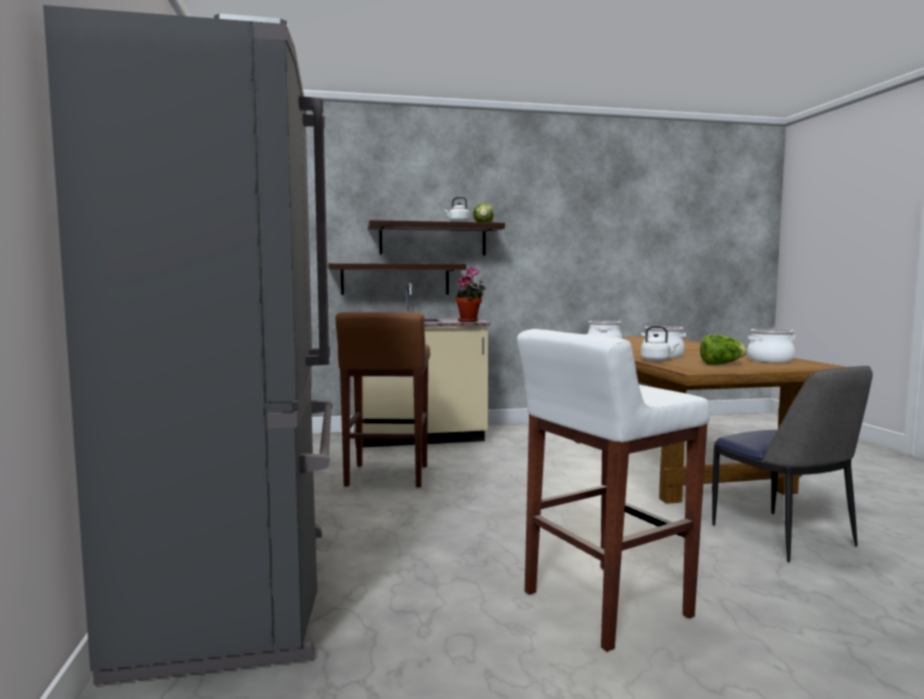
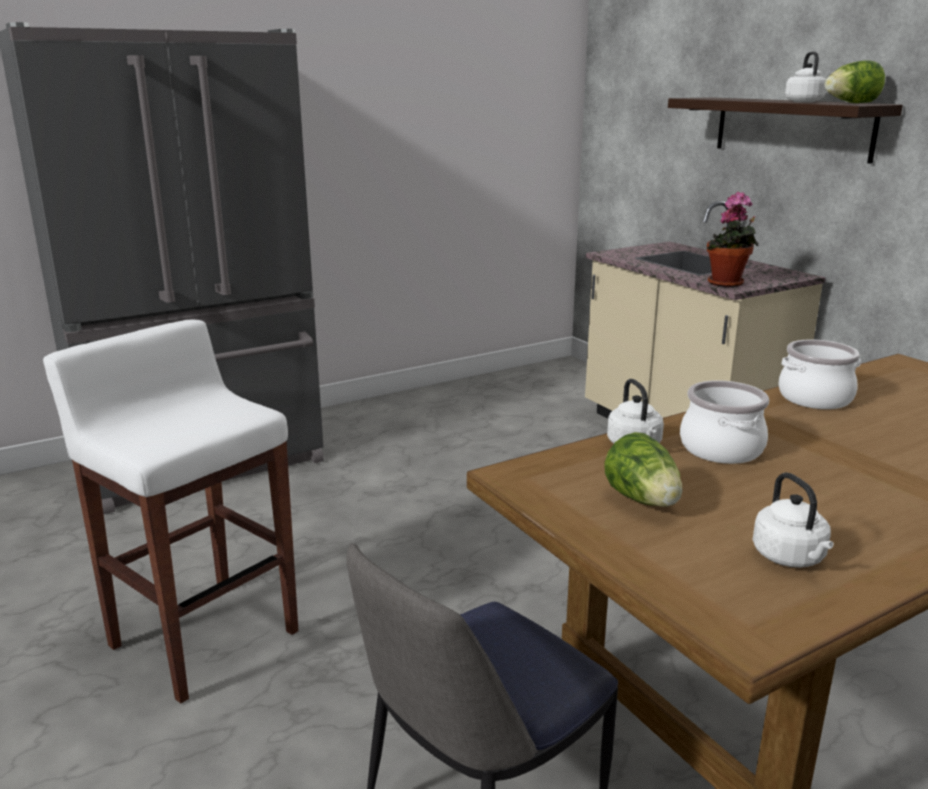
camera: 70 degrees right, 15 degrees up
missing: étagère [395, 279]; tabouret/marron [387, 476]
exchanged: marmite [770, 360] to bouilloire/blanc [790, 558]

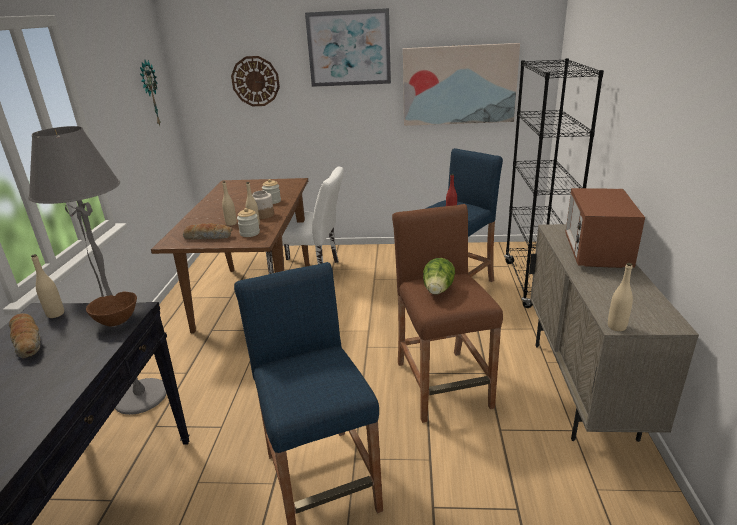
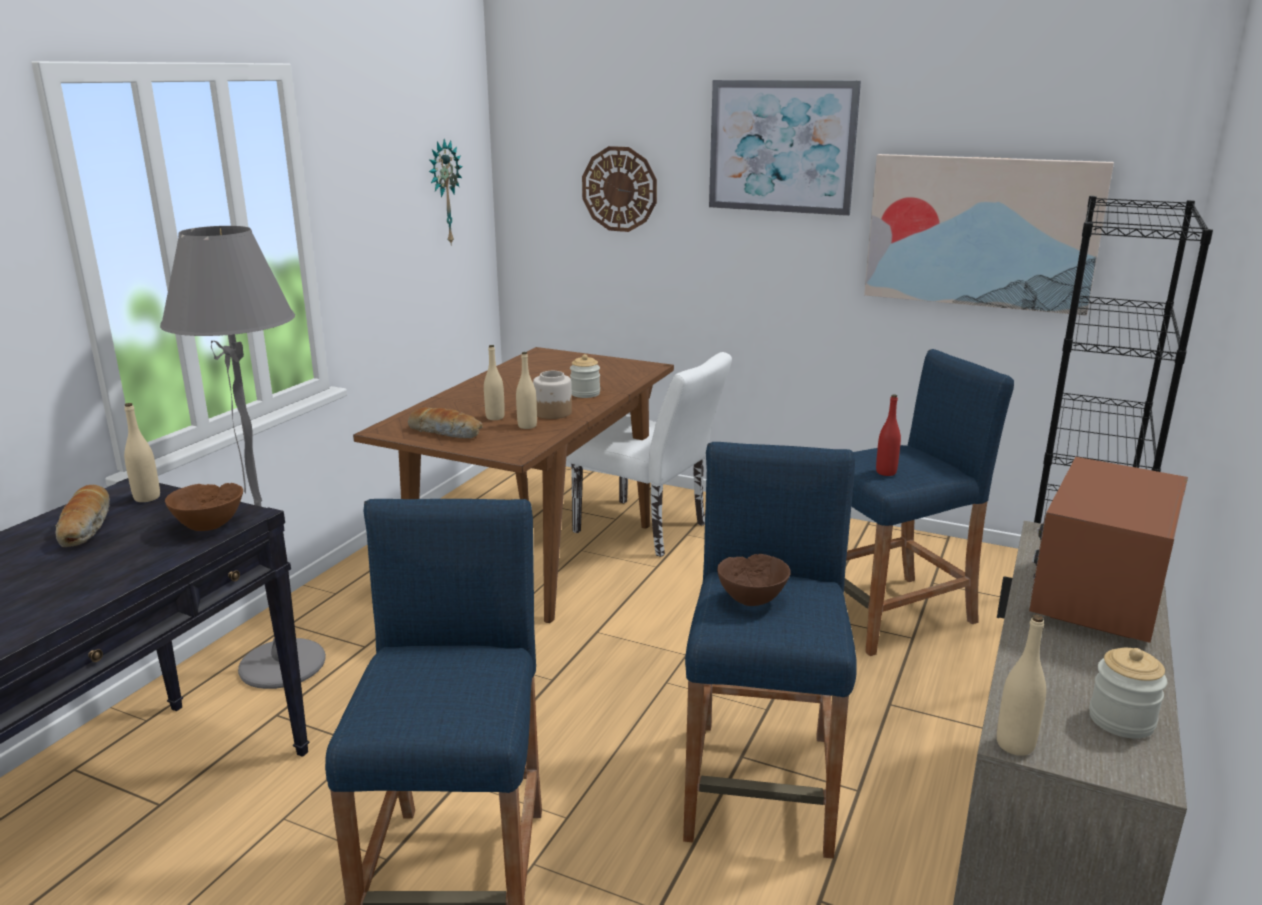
camera: 20 degrees right, 5 degrees down
relocated: bocal [250, 233] to [1121, 720]
exchanged: laitue [438, 291] to bol/marron [752, 600]
colour: tabouret/marron [442, 384] to tabouret/bleu [761, 785]

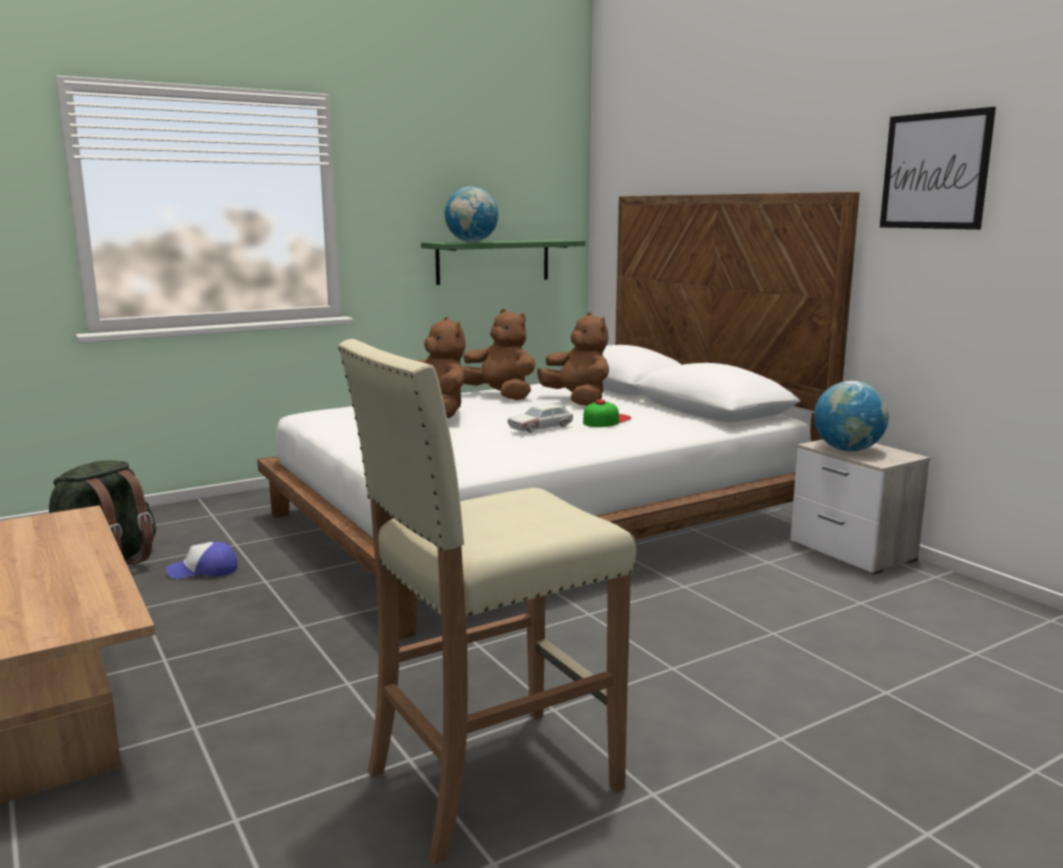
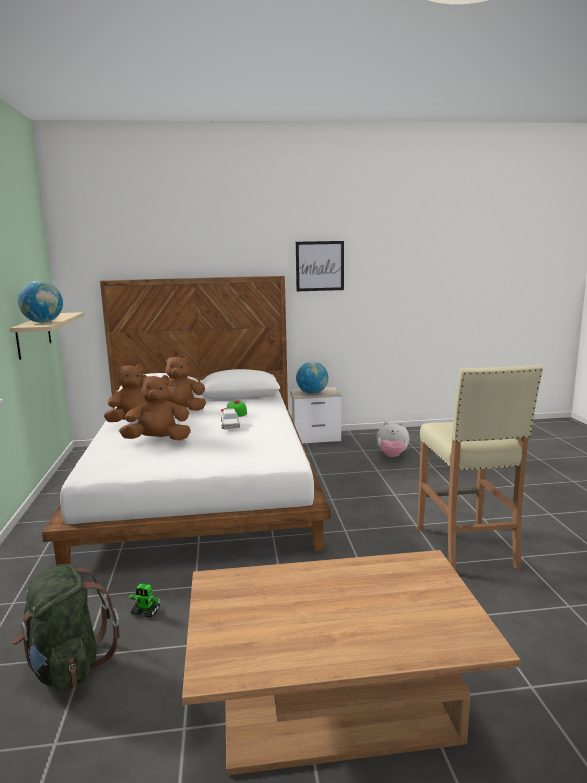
camera: 65 degrees left, 0 degrees up
appeared: peluche [392, 456]
exchanged: casquette [203, 571] to robot jouet [146, 612]
colour: étagère/vert [493, 261] to étagère/beige [34, 335]

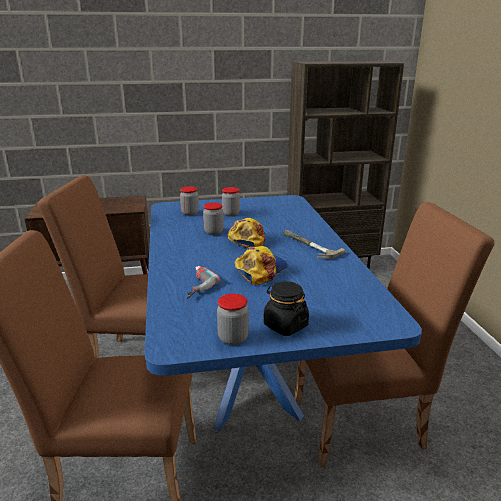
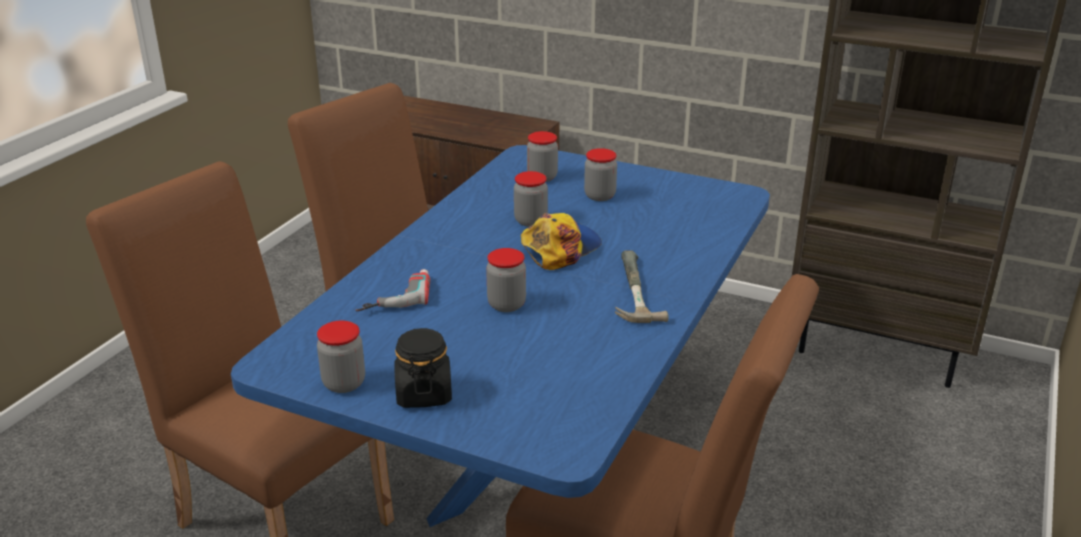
camera: 35 degrees right, 5 degrees up
exchanged: casquette [260, 270] to bocal [506, 304]

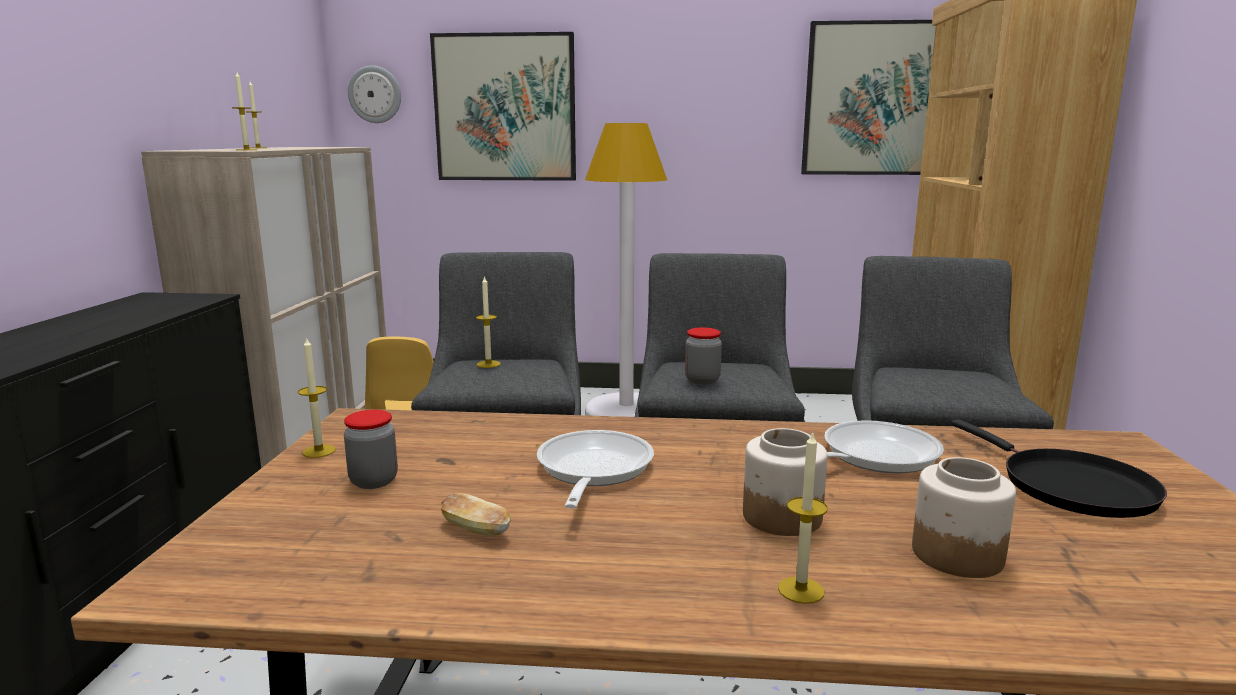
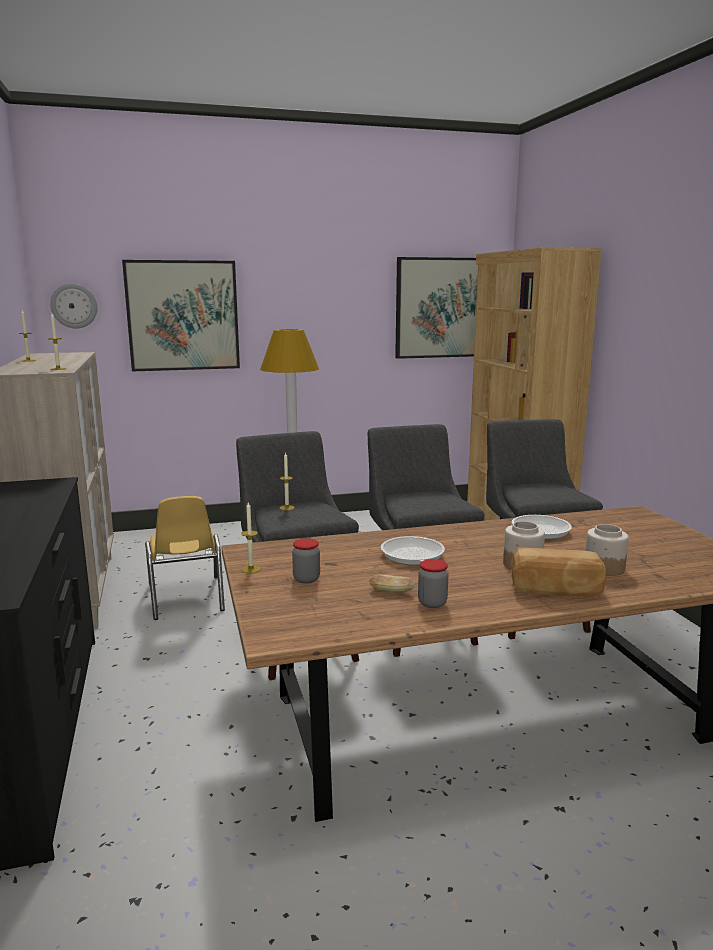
camera: 20 degrees left, 0 degrees up
missing: poêle/noir [1069, 486]
relocated: bocal [702, 380] to [432, 603]
exchanged: bougie [801, 590] to pain [556, 590]

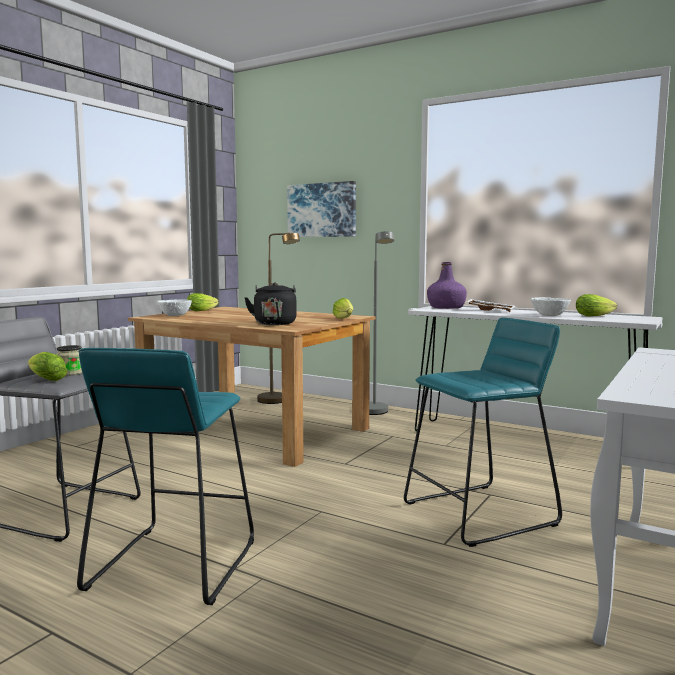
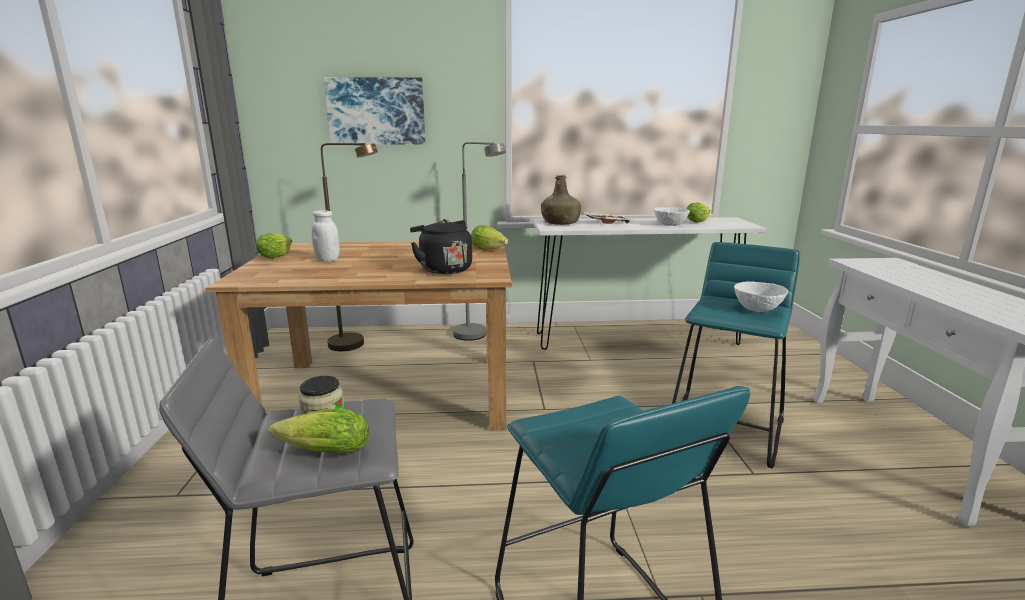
camera: 35 degrees left, 10 degrees up
appeared: bocal/blanc [327, 260]
relocated: bol/blanc [175, 315] to [757, 309]
colour: bouteille/violet [446, 308] to bouteille/vert [560, 223]

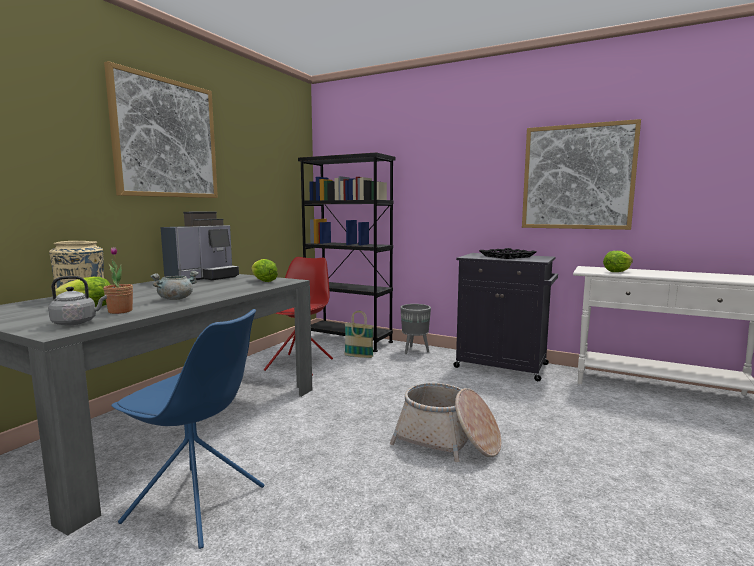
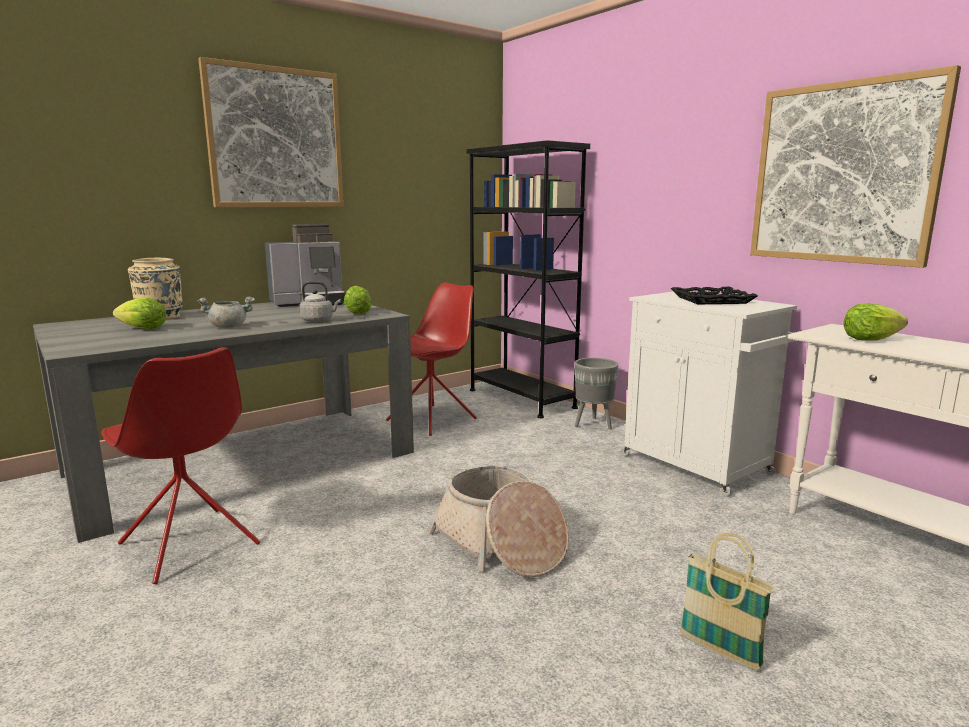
camera: 25 degrees right, 5 degrees up
missing: plante en pot [120, 311]
relocated: bouilloire/gris [77, 322] to [319, 320]; panier [359, 356] to [719, 651]
colour: chaise/bleu [197, 505] to chaise/rouge [190, 545]; meuble de rangement/noir [503, 366] to meuble de rangement/blanc [698, 466]

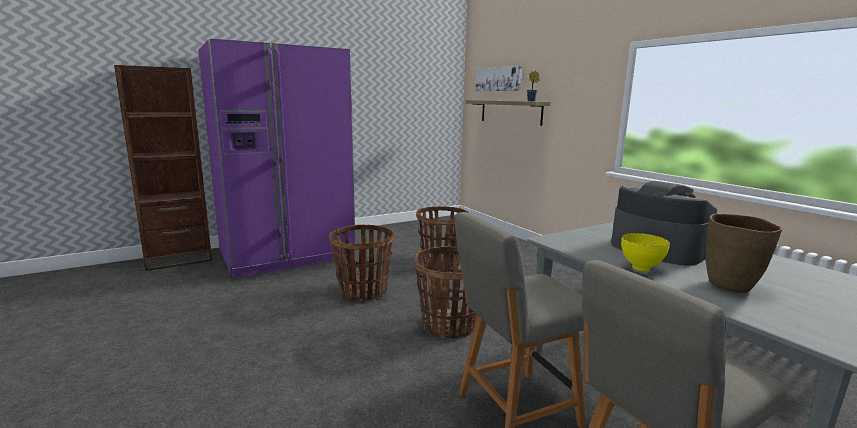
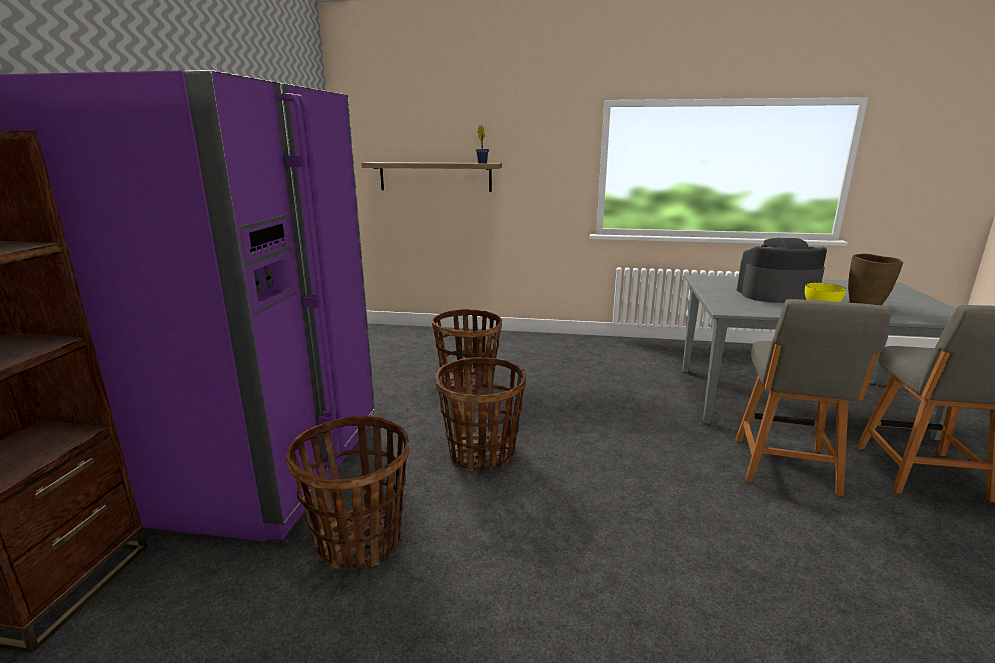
camera: 50 degrees left, 5 degrees up
missing: tableau [498, 79]
relocated: panier [449, 325] to [359, 540]

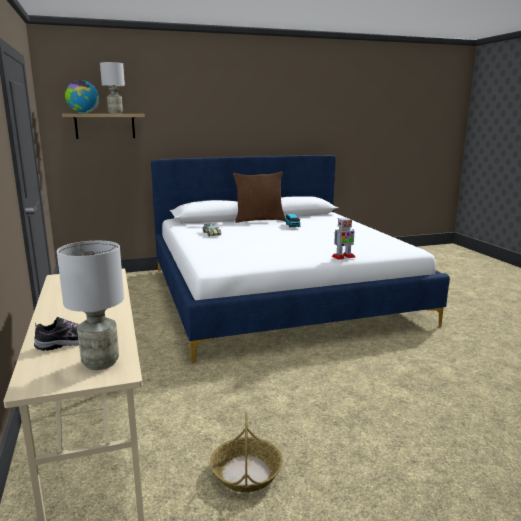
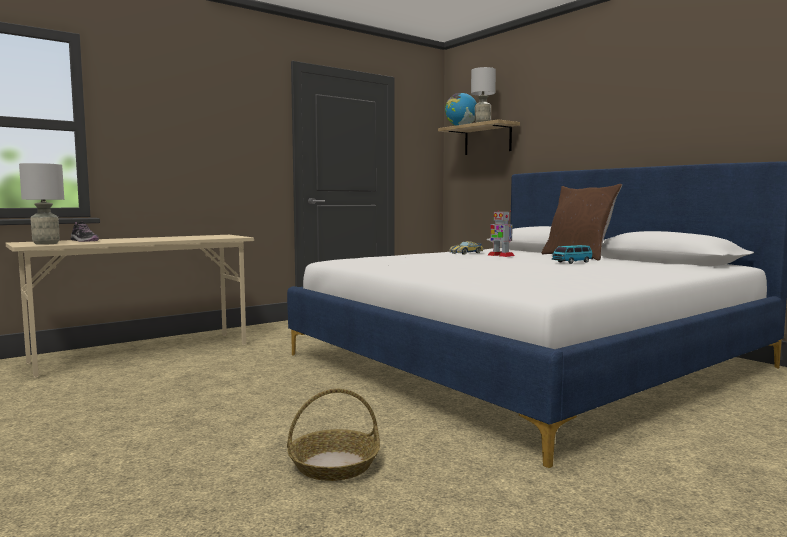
camera: 70 degrees right, 10 degrees down
relocated: panier [246, 472] to [333, 465]; robot jouet [343, 257] to [500, 255]

